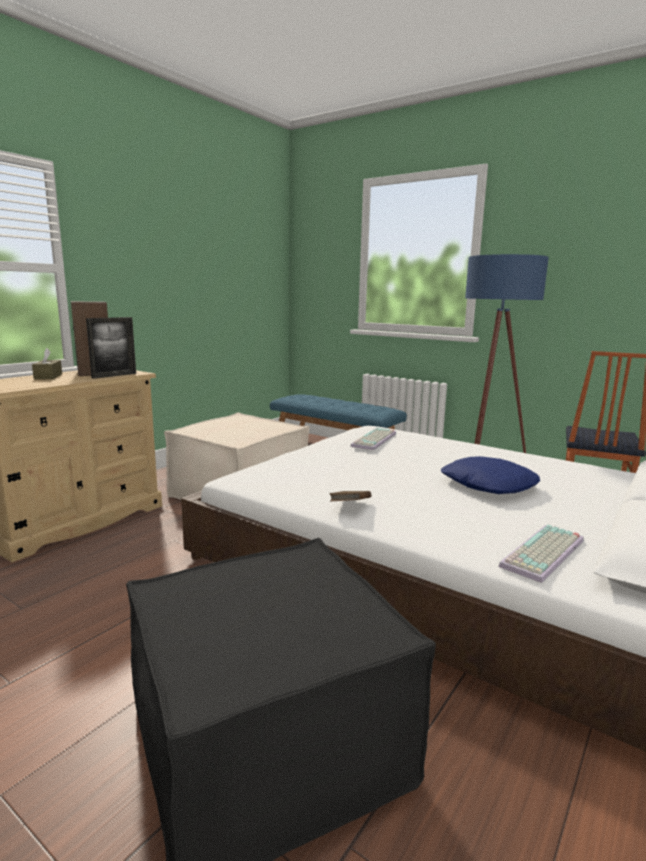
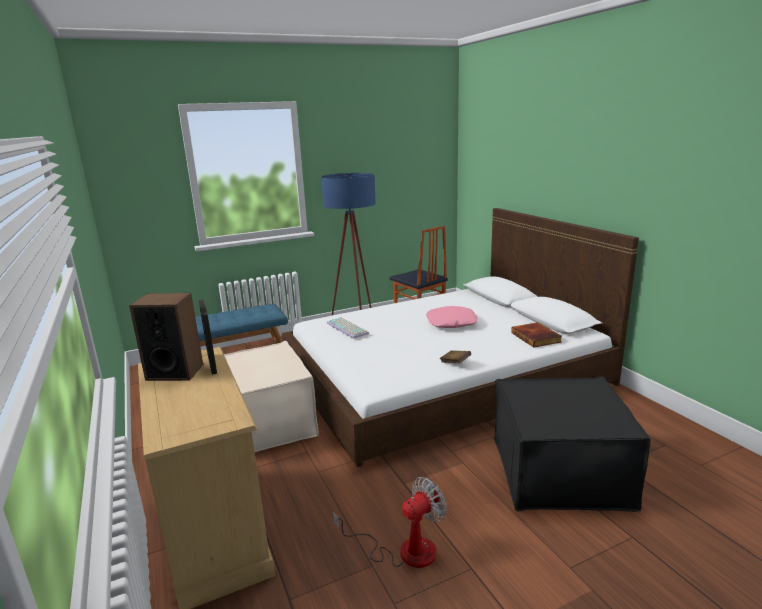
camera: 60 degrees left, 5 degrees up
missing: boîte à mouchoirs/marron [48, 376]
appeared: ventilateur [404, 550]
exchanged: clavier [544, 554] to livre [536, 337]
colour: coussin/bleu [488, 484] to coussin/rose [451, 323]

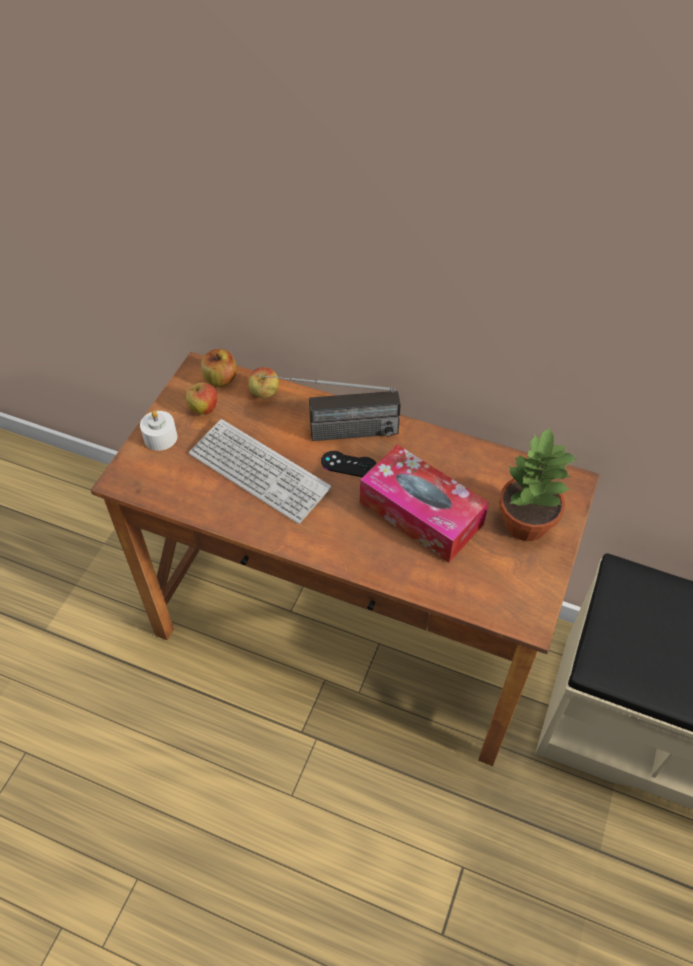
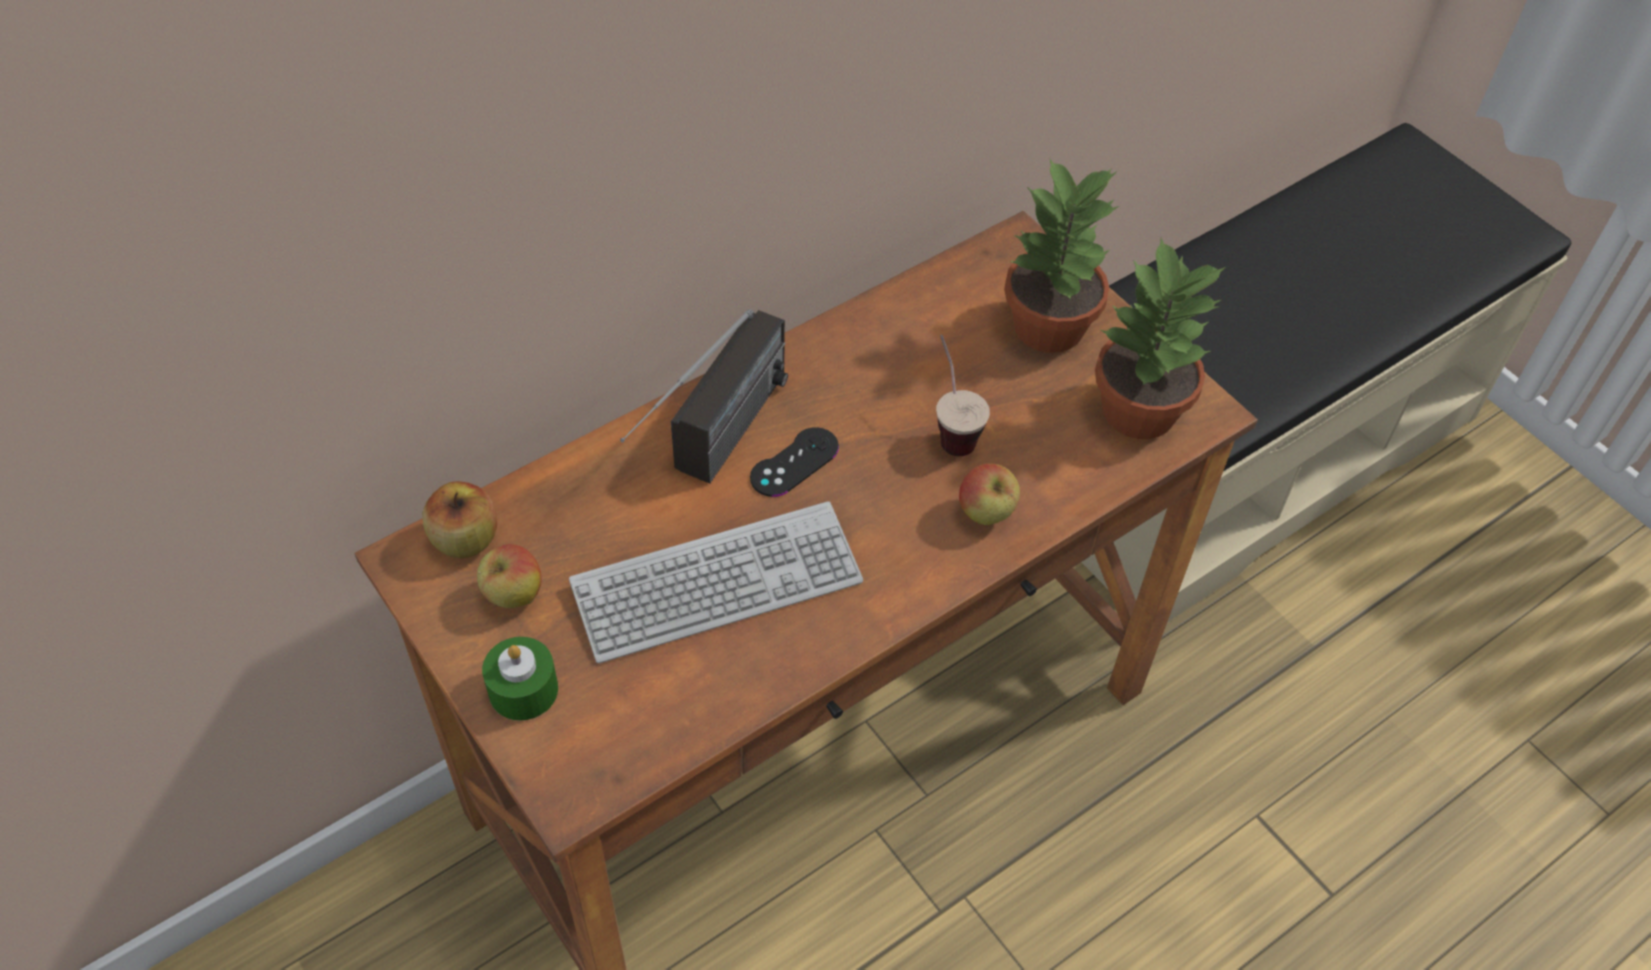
camera: 60 degrees left, 0 degrees up
appeared: plante en pot [1139, 412]
relocated: pomme [264, 394] to [985, 514]
exchanged: boîte à mouchoirs [421, 513] to tasse [950, 427]
colour: bougie/blanc [160, 437] to bougie/vert [523, 690]

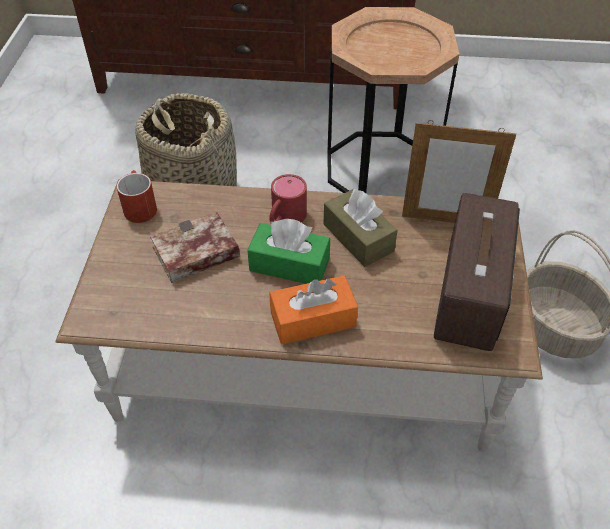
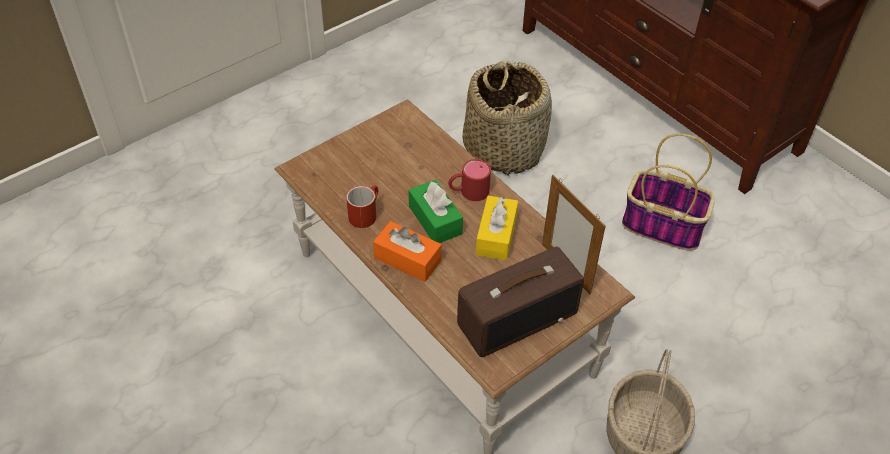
camera: 45 degrees right, 0 degrees up
missing: livre [194, 256]
relocated: mug/rouge [138, 206] to [365, 213]
exchanged: table d'appoint/marron [380, 168] to panier [663, 226]
colour: boîte à mouchoirs/marron [358, 237] to boîte à mouchoirs/jaune [496, 236]

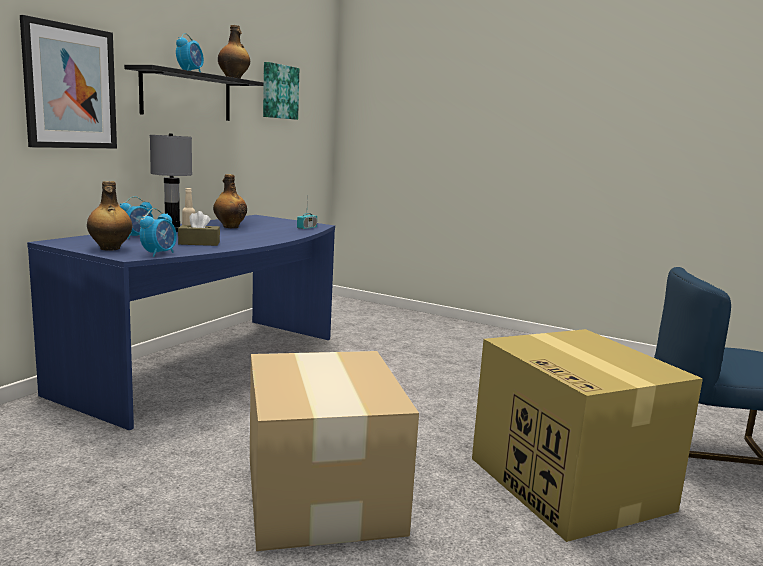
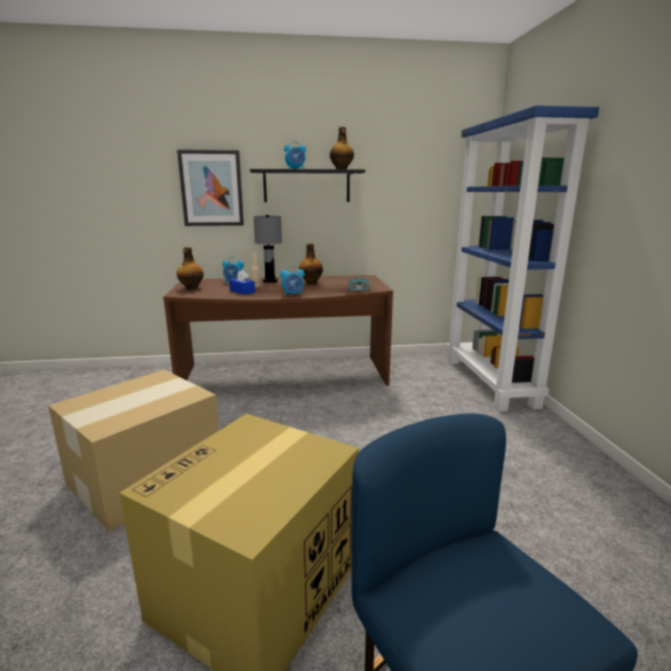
camera: 55 degrees right, 5 degrees up
missing: tableau [279, 91]
appeared: bibliothèque/bleu [490, 382]
relocated: réveil [159, 254] to [293, 295]
colour: bureau/bleu [213, 365] to bureau/marron [284, 377]; boîte à mouchoirs/marron [199, 243] to boîte à mouchoirs/bleu [242, 291]

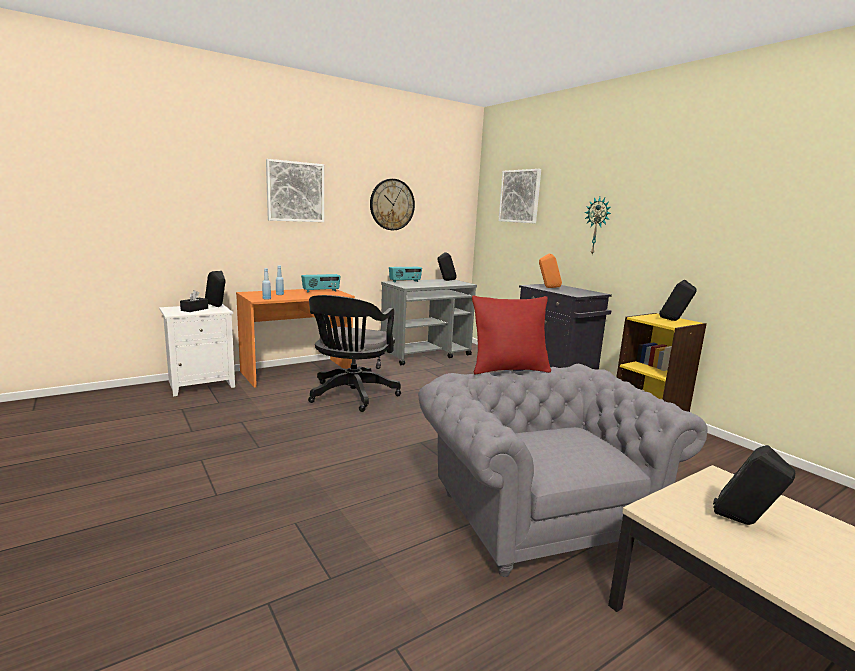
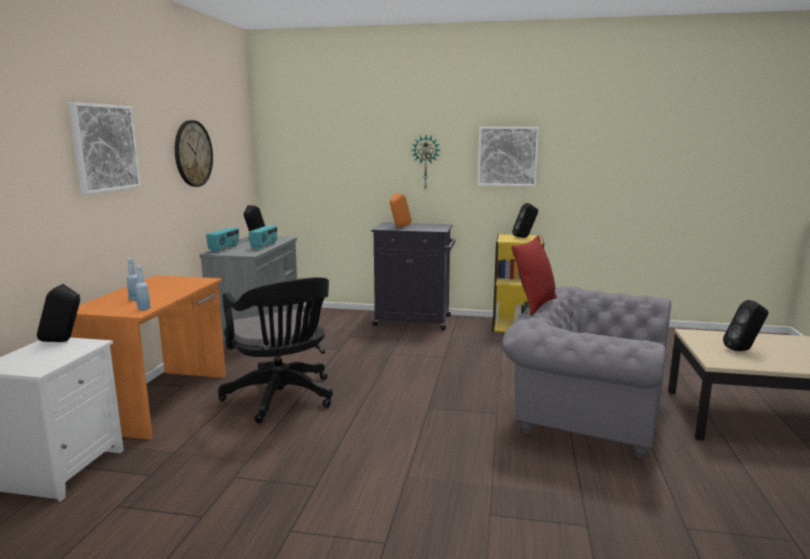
camera: 45 degrees left, 0 degrees up
missing: boîte à mouchoirs/noir [194, 309]
relocated: radio [321, 291] to [264, 246]; tableau [520, 196] to [507, 156]

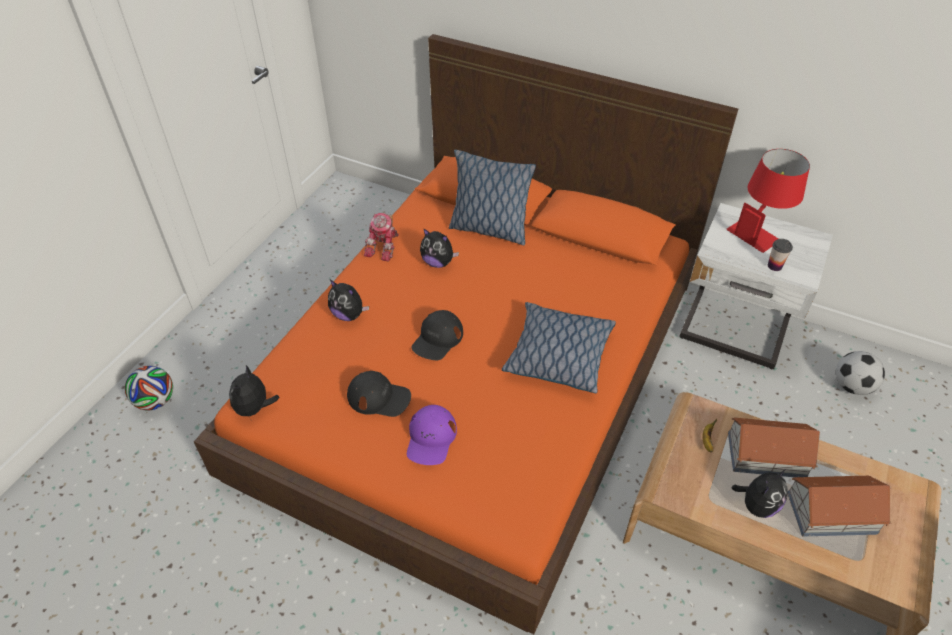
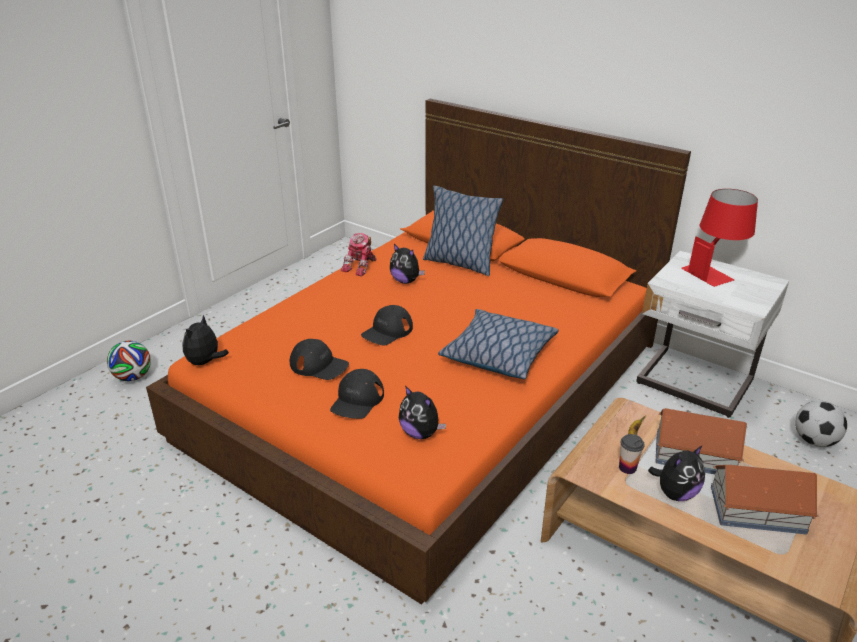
camera: 10 degrees right, 15 degrees down
relocated: peluche [349, 315] to [420, 433]; tasse [774, 266] to [627, 468]
colour: casquette/violet [431, 438] to casquette/noir [357, 400]

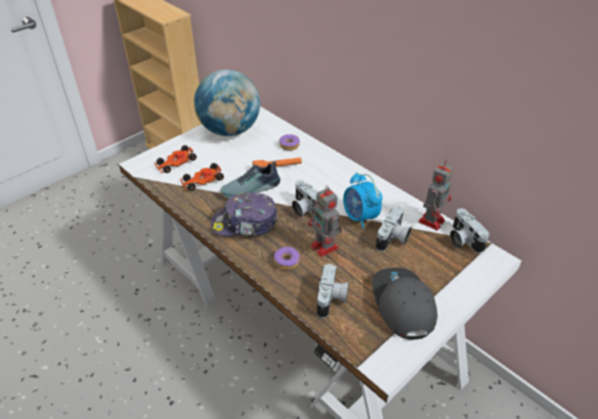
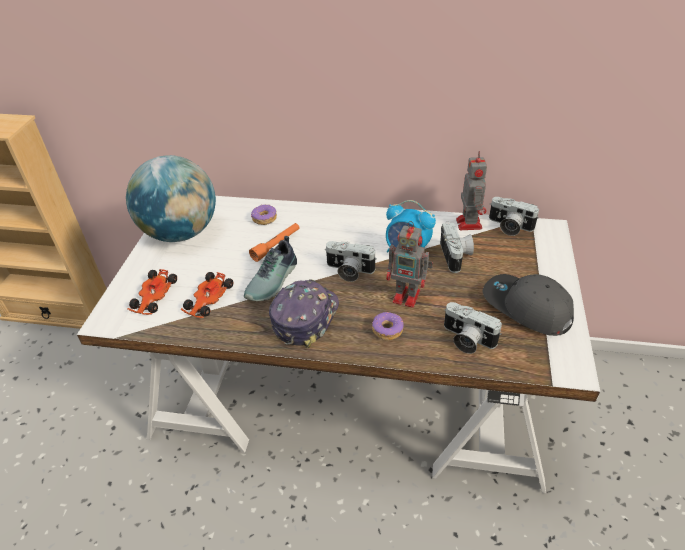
camera: 35 degrees left, 0 degrees up
spun: casquette [245, 223] = [304, 317] 150 degrees clockwise; appareil photo [332, 299] = [466, 339] 150 degrees clockwise

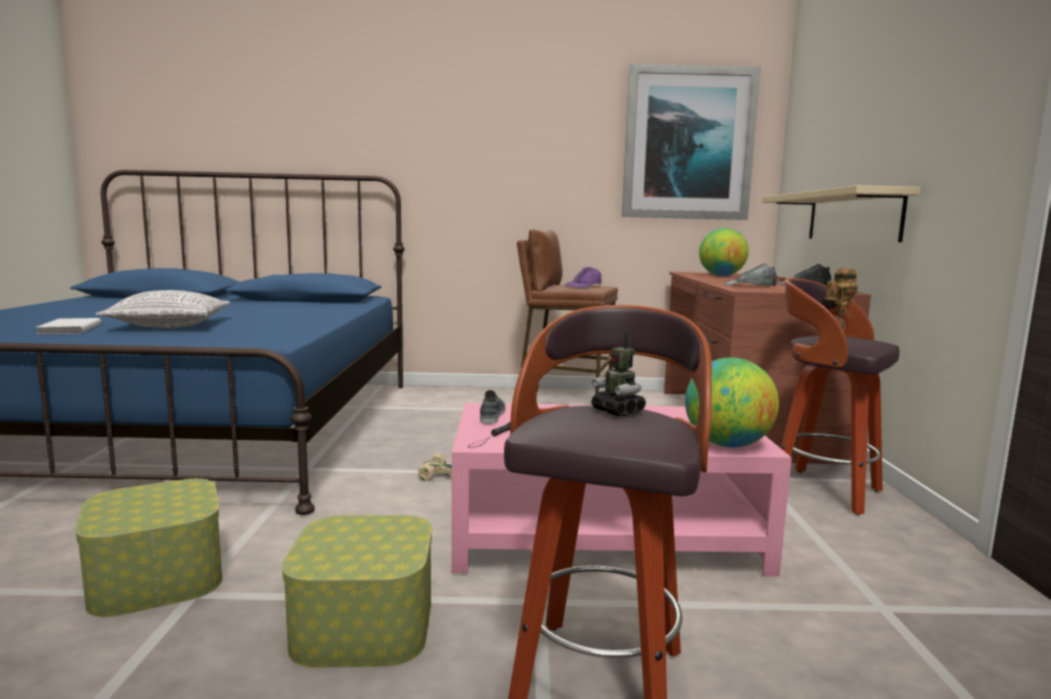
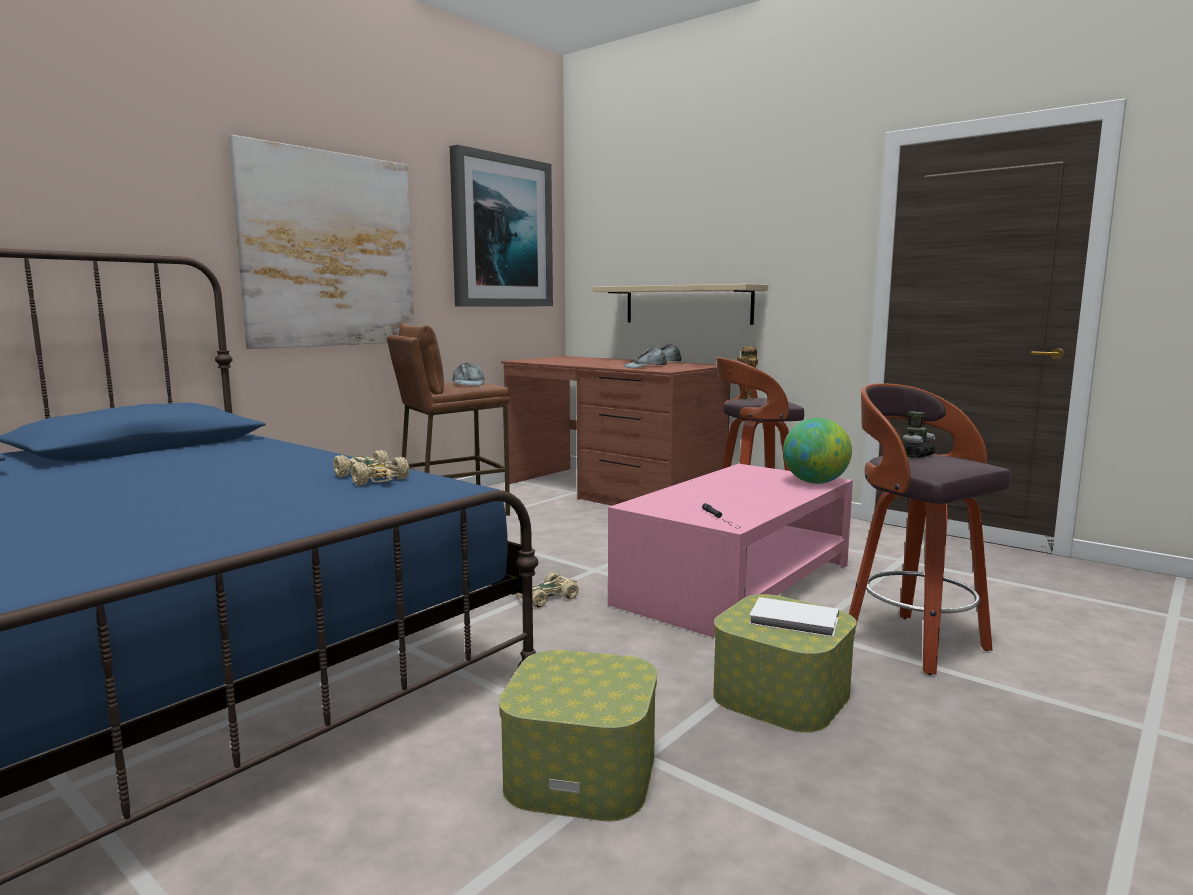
camera: 50 degrees left, 0 degrees up
missing: coussin [170, 325]; chaussure/gris [492, 414]; globe [721, 275]
appeared: tableau [330, 250]; petite voiture/beige [372, 478]
relocated: livre/blanc [68, 329] to [795, 621]
colour: casquette/violet [584, 286] to casquette/gris [468, 383]
spun: robot jouet [618, 411] = [914, 455] 45 degrees counterclockwise

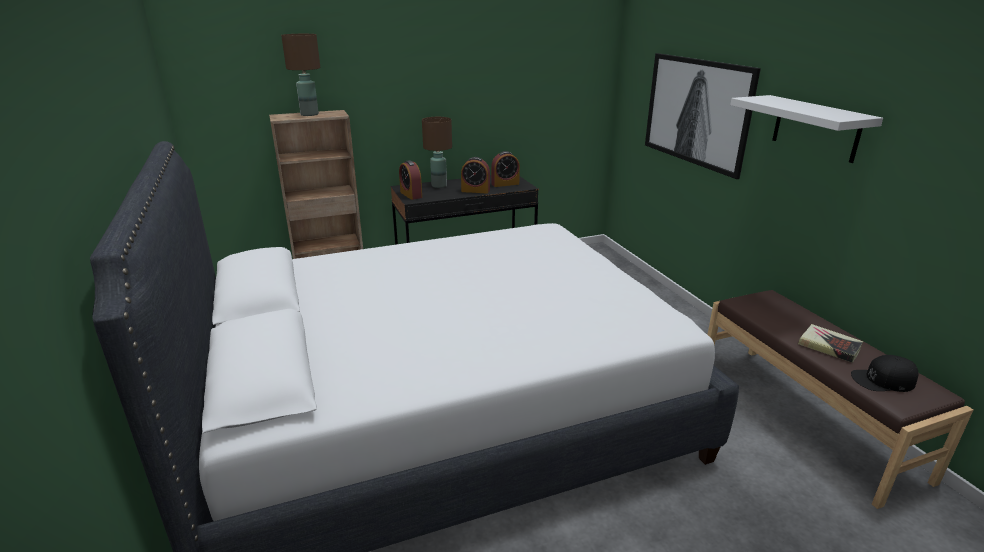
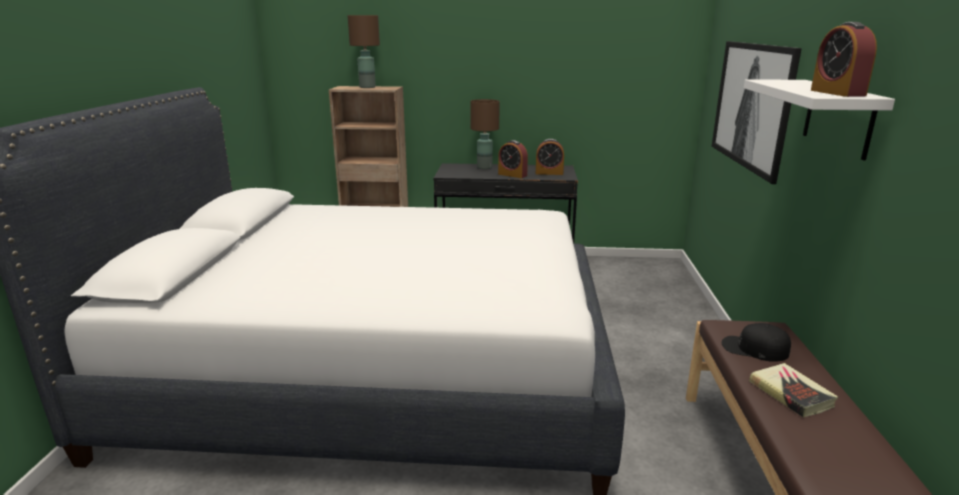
camera: 25 degrees right, 5 degrees down
relocated: réveil [411, 195] to [837, 93]; casquette/noir [883, 380] to [754, 348]

